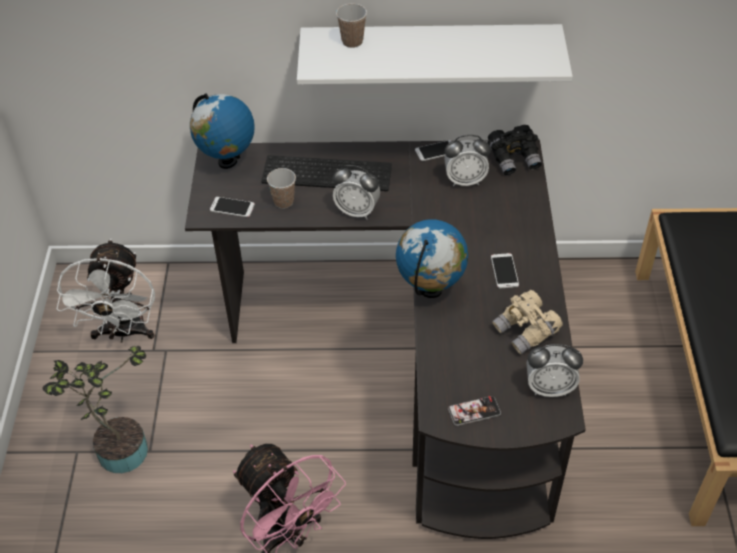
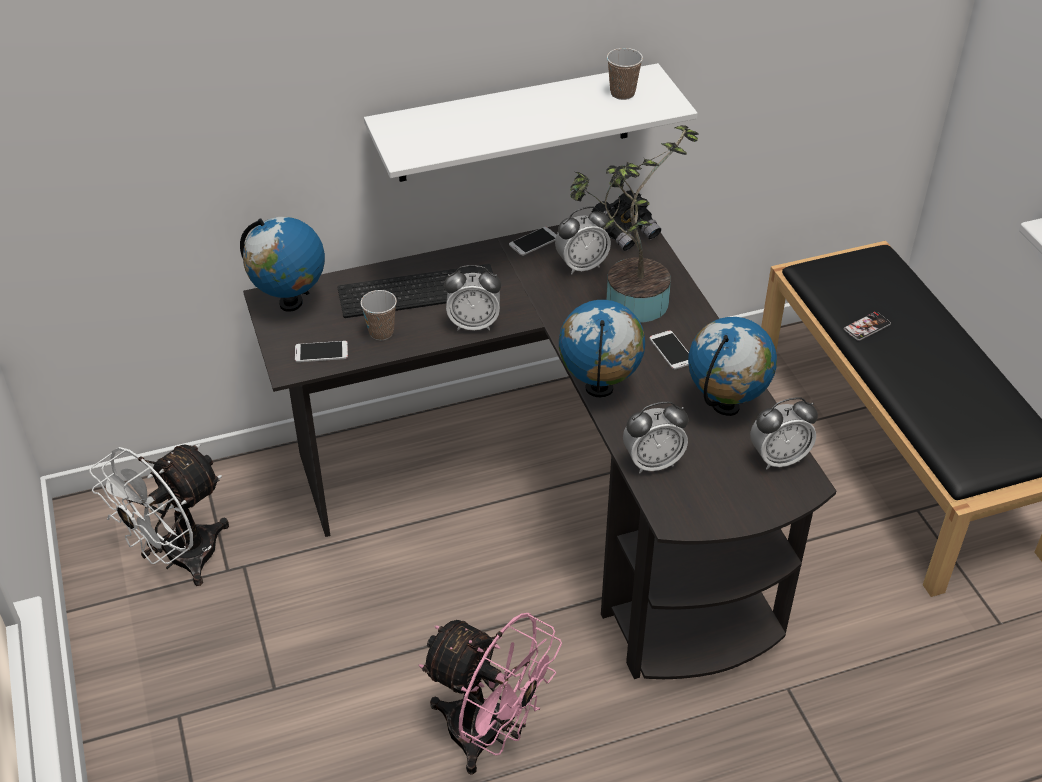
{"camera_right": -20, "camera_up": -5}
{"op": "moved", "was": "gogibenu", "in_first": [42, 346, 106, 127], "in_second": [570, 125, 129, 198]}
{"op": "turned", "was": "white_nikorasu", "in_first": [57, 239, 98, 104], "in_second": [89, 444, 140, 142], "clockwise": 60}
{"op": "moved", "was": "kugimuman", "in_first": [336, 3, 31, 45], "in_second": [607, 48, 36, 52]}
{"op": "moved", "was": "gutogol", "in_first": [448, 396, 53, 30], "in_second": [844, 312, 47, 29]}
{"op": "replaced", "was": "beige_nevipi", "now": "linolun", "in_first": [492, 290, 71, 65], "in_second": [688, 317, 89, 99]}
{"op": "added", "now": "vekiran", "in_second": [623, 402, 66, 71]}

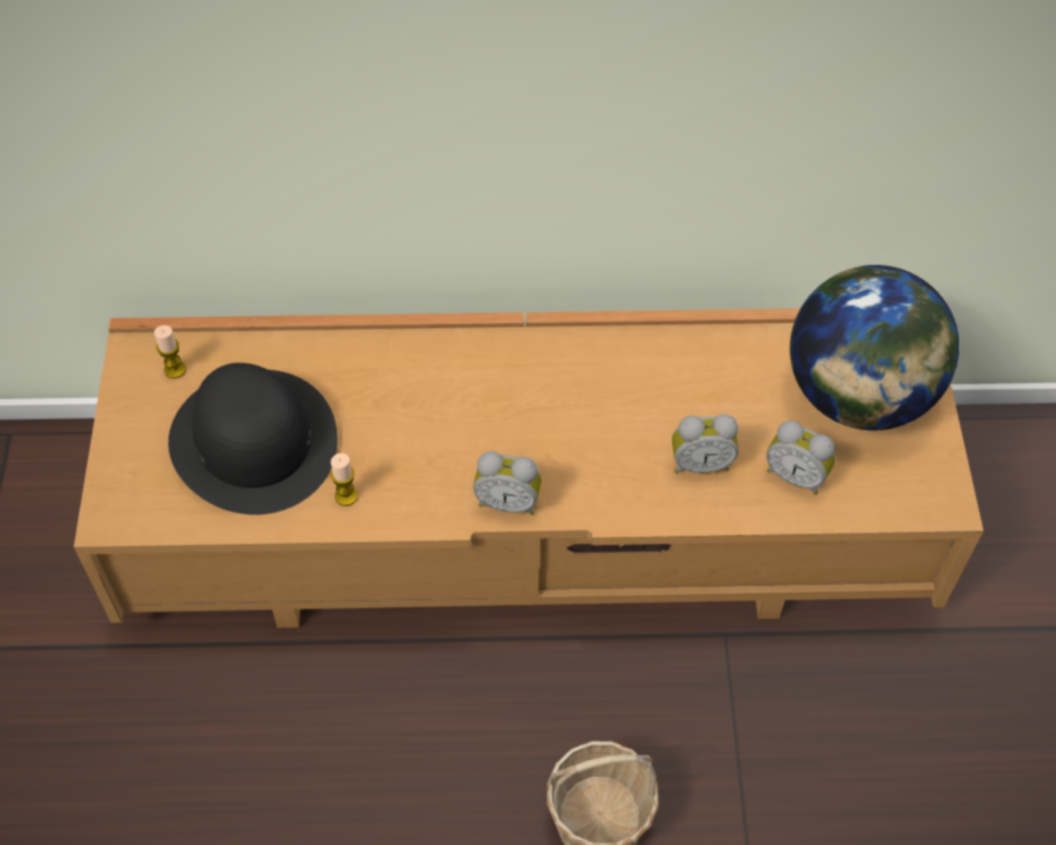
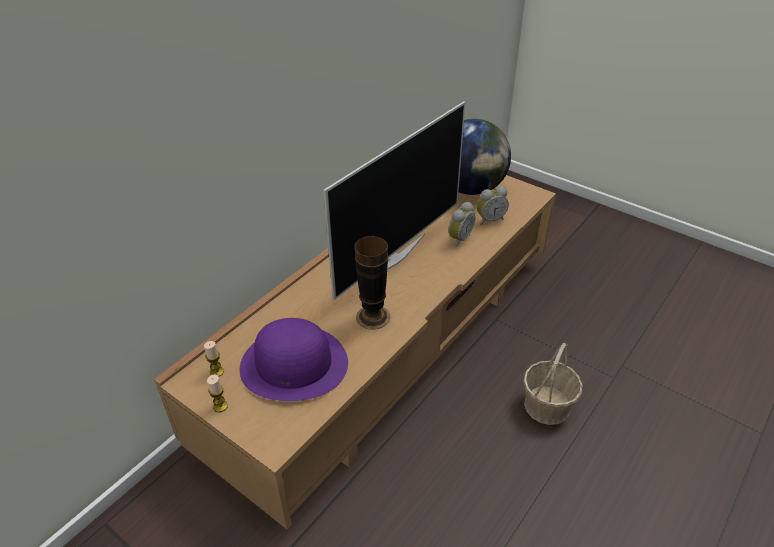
{"camera_right": -50, "camera_up": -15}
{"op": "recoloured", "was": "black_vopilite", "now": "purple_vopilite", "in_first": [168, 363, 170, 152], "in_second": [240, 318, 108, 83]}
{"op": "moved", "was": "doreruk", "in_first": [331, 453, 27, 53], "in_second": [207, 375, 21, 37]}
{"op": "removed", "was": "vekiran", "in_first": [473, 451, 68, 64]}
{"op": "added", "now": "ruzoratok", "in_second": [323, 101, 142, 199]}
{"op": "added", "now": "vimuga", "in_second": [355, 236, 35, 94]}

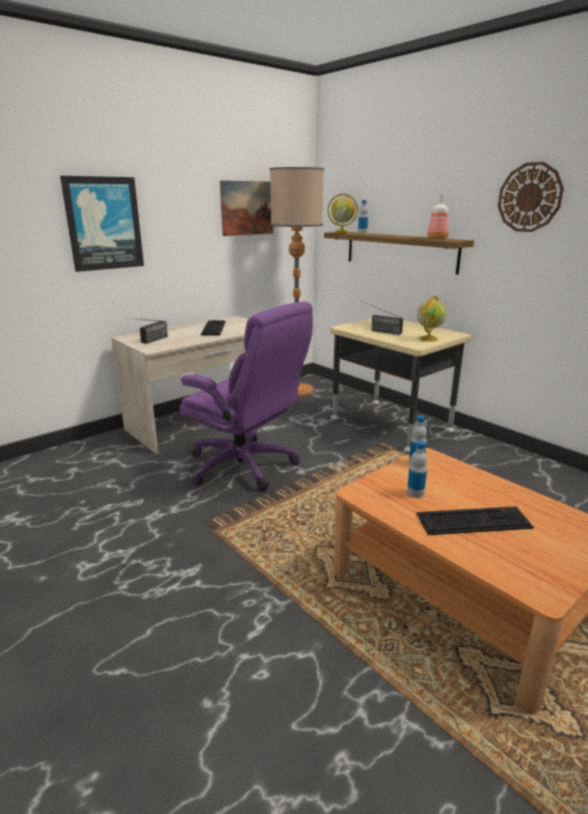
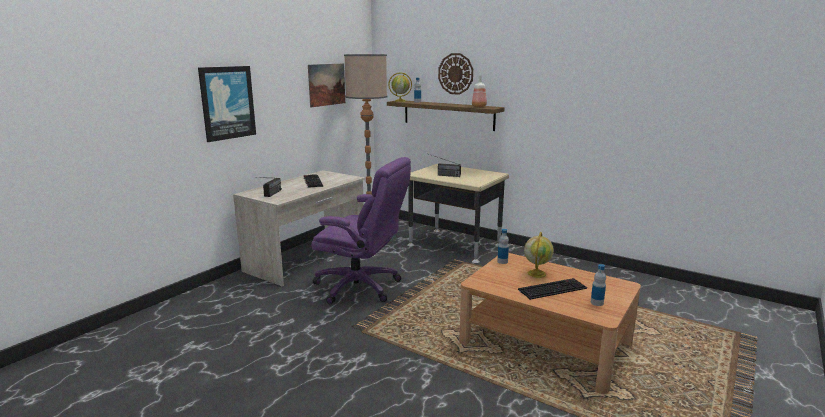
{"camera_right": -15, "camera_up": -5}
{"op": "moved", "was": "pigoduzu", "in_first": [407, 441, 20, 57], "in_second": [591, 264, 15, 42]}
{"op": "moved", "was": "linolun", "in_first": [417, 295, 30, 46], "in_second": [524, 232, 30, 46]}
{"op": "moved", "was": "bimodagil", "in_first": [498, 162, 66, 70], "in_second": [438, 53, 35, 42]}

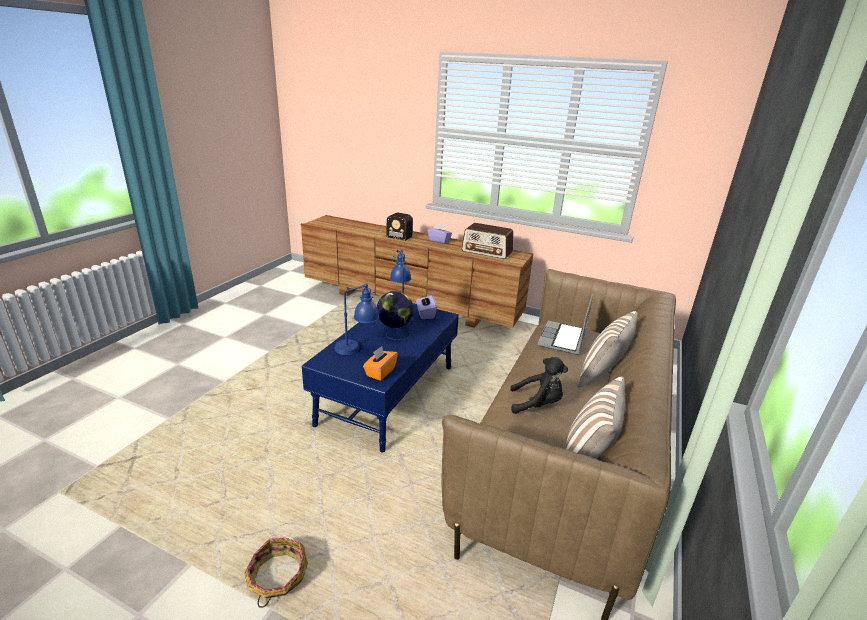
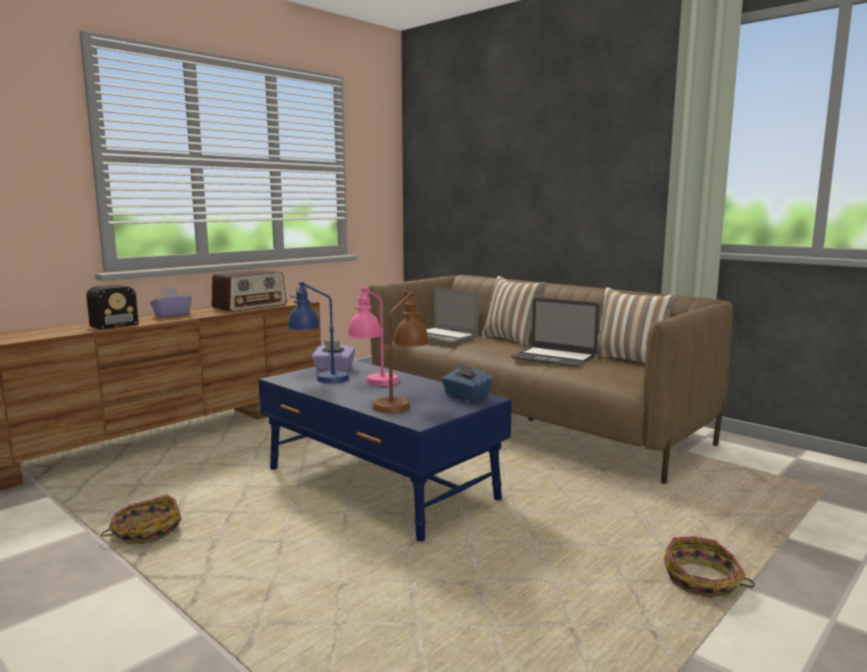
{"camera_right": -70, "camera_up": -15}
{"op": "recoloured", "was": "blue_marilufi", "now": "brown_marilufi", "in_first": [334, 283, 45, 72], "in_second": [372, 291, 57, 122]}
{"op": "recoloured", "was": "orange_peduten", "now": "blue_peduten", "in_first": [363, 346, 35, 35], "in_second": [441, 362, 51, 40]}
{"op": "replaced", "was": "linolun", "now": "pink_marilufi", "in_first": [377, 291, 37, 49], "in_second": [347, 286, 52, 100]}
{"op": "replaced", "was": "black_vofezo", "now": "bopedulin", "in_first": [510, 357, 58, 57], "in_second": [511, 298, 88, 69]}
{"op": "added", "now": "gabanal", "in_second": [100, 495, 82, 48]}

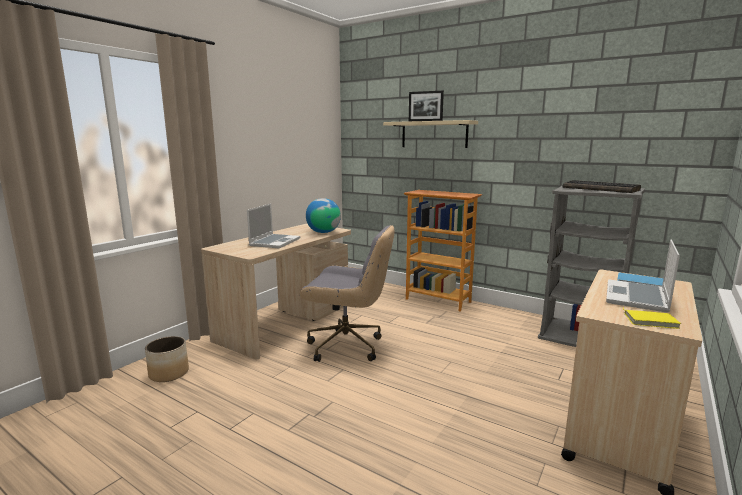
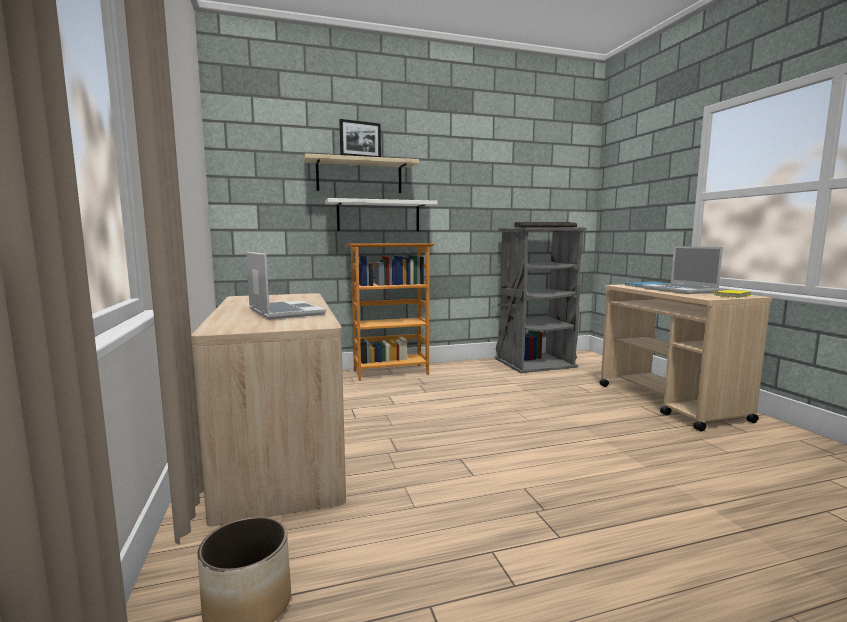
{"camera_right": -50, "camera_up": -5}
{"op": "removed", "was": "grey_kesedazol", "in_first": [300, 225, 95, 137]}
{"op": "removed", "was": "linolun", "in_first": [306, 198, 35, 35]}
{"op": "added", "now": "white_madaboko", "in_second": [325, 198, 113, 33]}

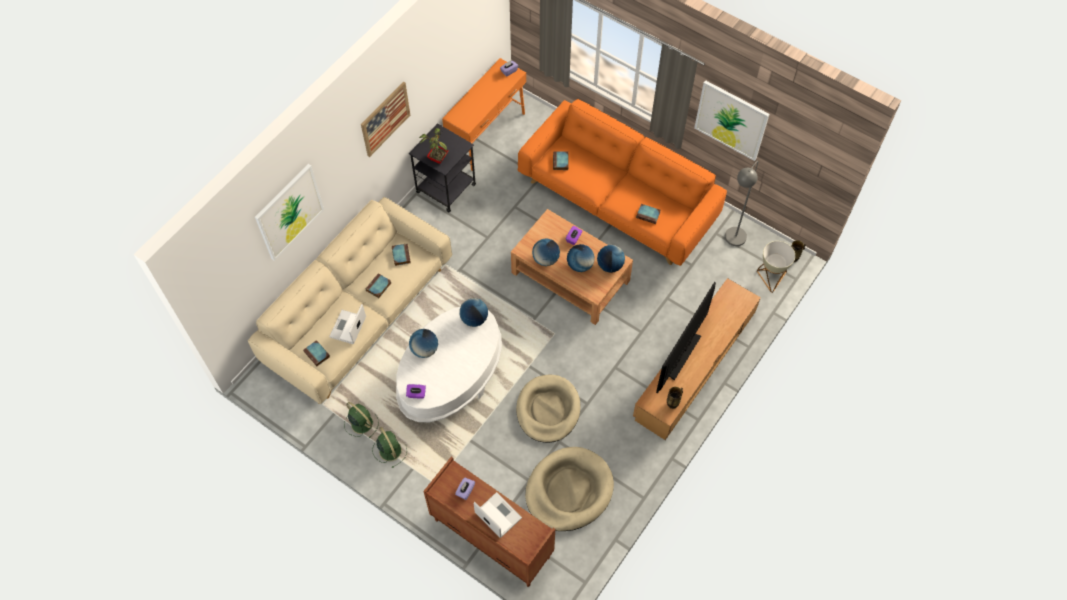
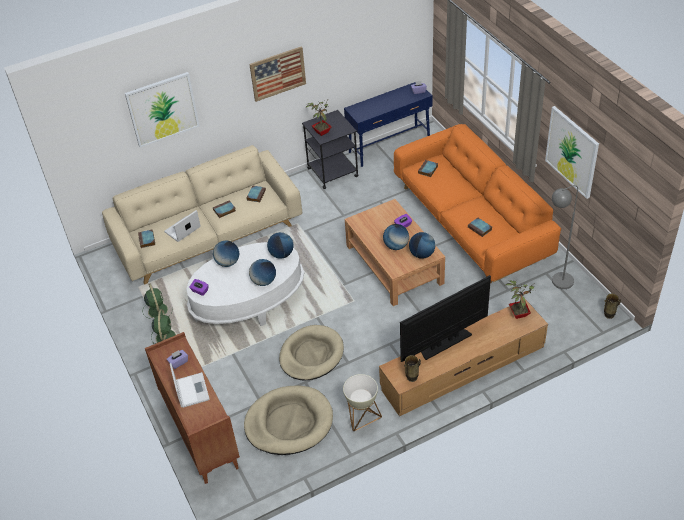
{"camera_right": 30, "camera_up": -15}
{"op": "recoloured", "was": "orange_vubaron", "now": "blue_vubaron", "in_first": [442, 58, 84, 113], "in_second": [344, 82, 89, 85]}
{"op": "moved", "was": "linolun", "in_first": [532, 238, 28, 28], "in_second": [249, 259, 27, 27]}
{"op": "moved", "was": "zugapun", "in_first": [757, 241, 38, 52], "in_second": [343, 374, 39, 57]}
{"op": "added", "now": "gogibenu", "in_second": [506, 280, 29, 39]}

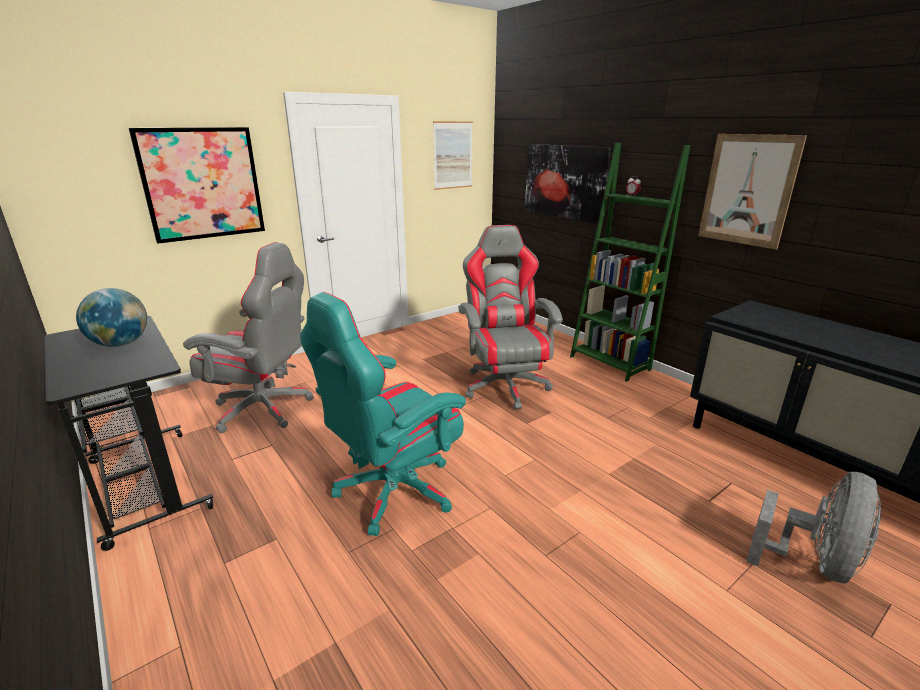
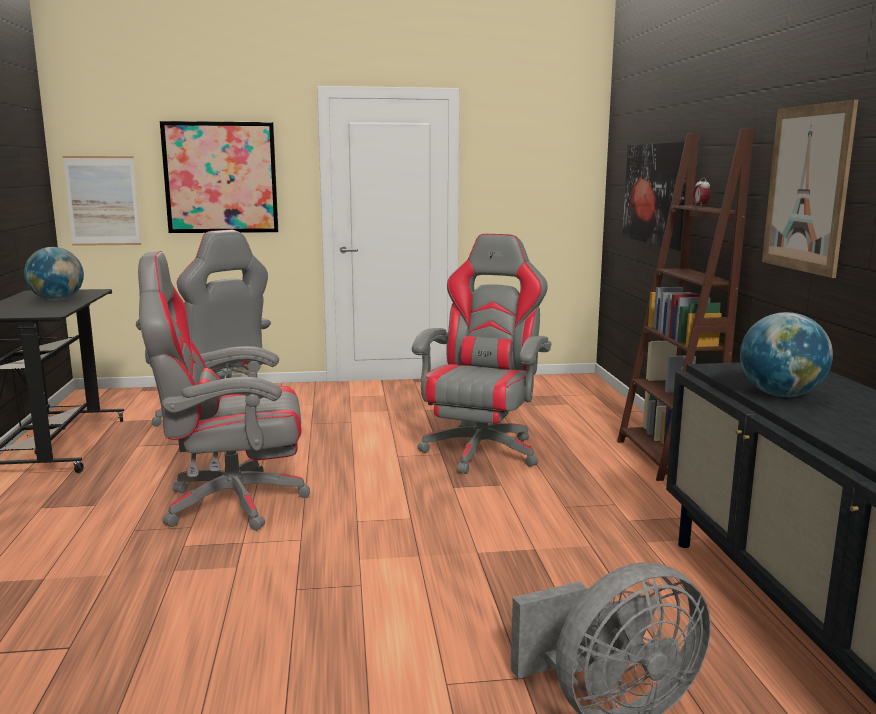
{"camera_right": 30, "camera_up": -10}
{"op": "recoloured", "was": "turquoise_kesedazol", "now": "grey_kesedazol", "in_first": [300, 292, 166, 244], "in_second": [138, 251, 172, 280]}
{"op": "moved", "was": "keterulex", "in_first": [433, 121, 40, 69], "in_second": [63, 156, 78, 90]}
{"op": "recoloured", "was": "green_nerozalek", "now": "brown_nerozalek", "in_first": [570, 143, 120, 239], "in_second": [617, 128, 137, 353]}
{"op": "added", "now": "linolun", "in_second": [740, 312, 93, 85]}

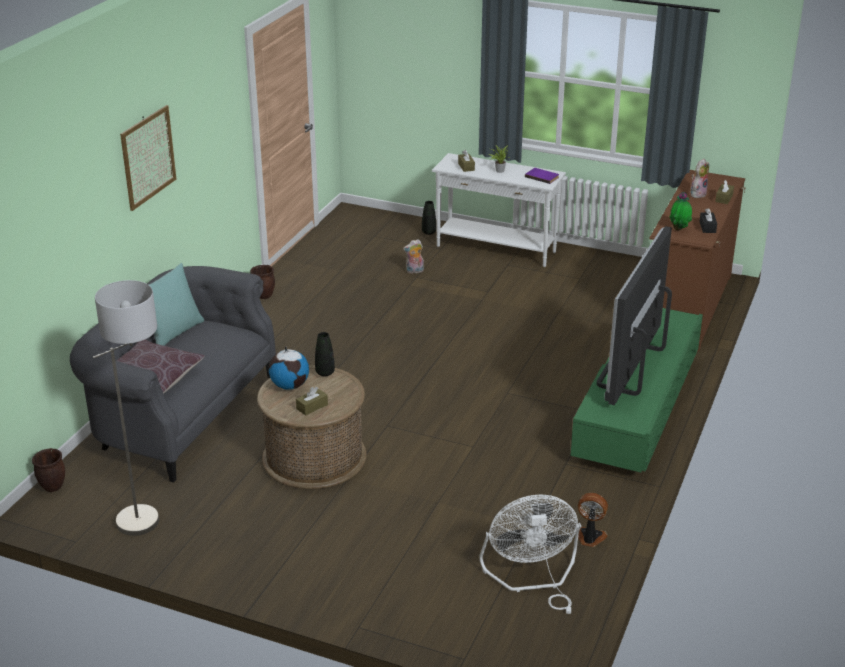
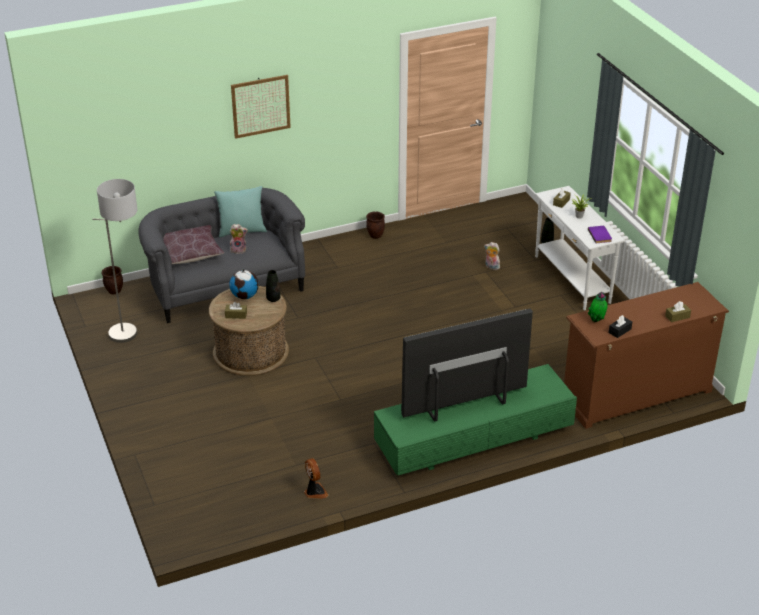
{"camera_right": 45, "camera_up": 5}
{"op": "removed", "was": "white_nikorasu", "in_first": [479, 495, 102, 119]}
{"op": "moved", "was": "vofezo", "in_first": [690, 159, 19, 39], "in_second": [230, 224, 18, 30]}

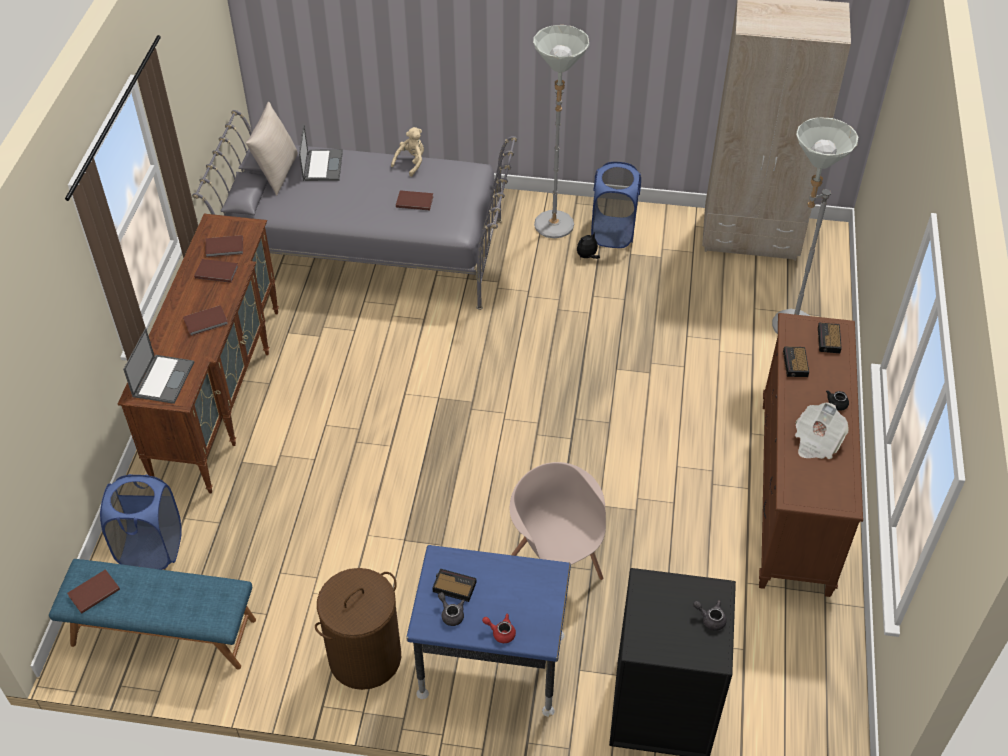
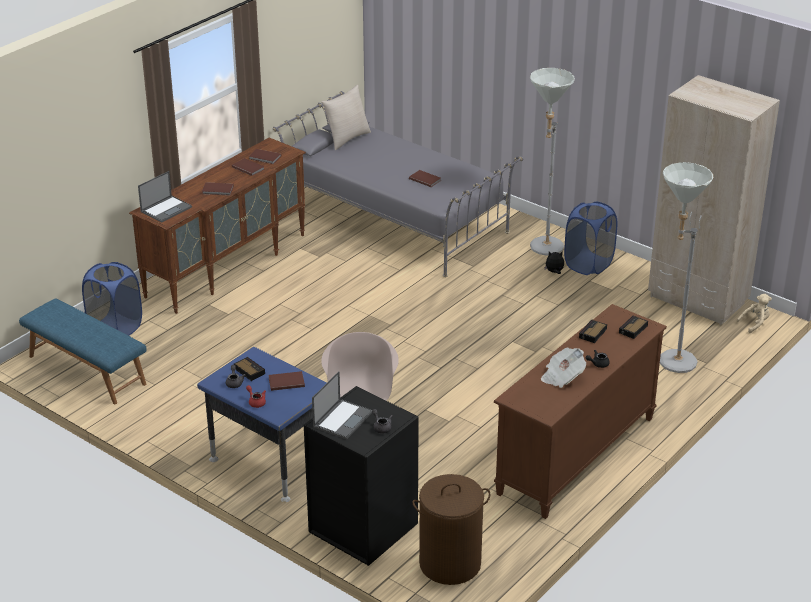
{"camera_right": 30, "camera_up": -15}
{"op": "moved", "was": "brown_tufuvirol", "in_first": [67, 569, 53, 45], "in_second": [269, 371, 36, 20]}
{"op": "moved", "was": "bopedulin", "in_first": [299, 124, 44, 57], "in_second": [312, 371, 60, 69]}
{"op": "moved", "was": "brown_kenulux", "in_first": [315, 568, 86, 122], "in_second": [412, 474, 78, 111]}
{"op": "moved", "was": "beige_vofezo", "in_first": [391, 127, 33, 50], "in_second": [736, 294, 36, 39]}

